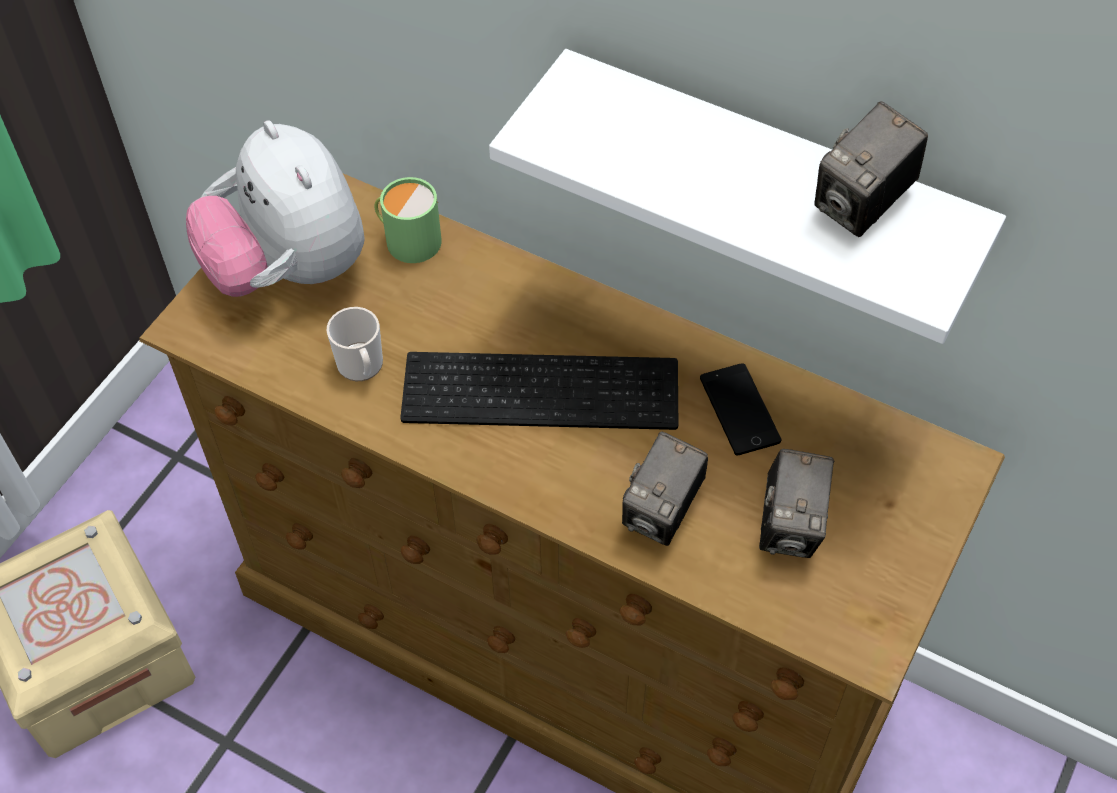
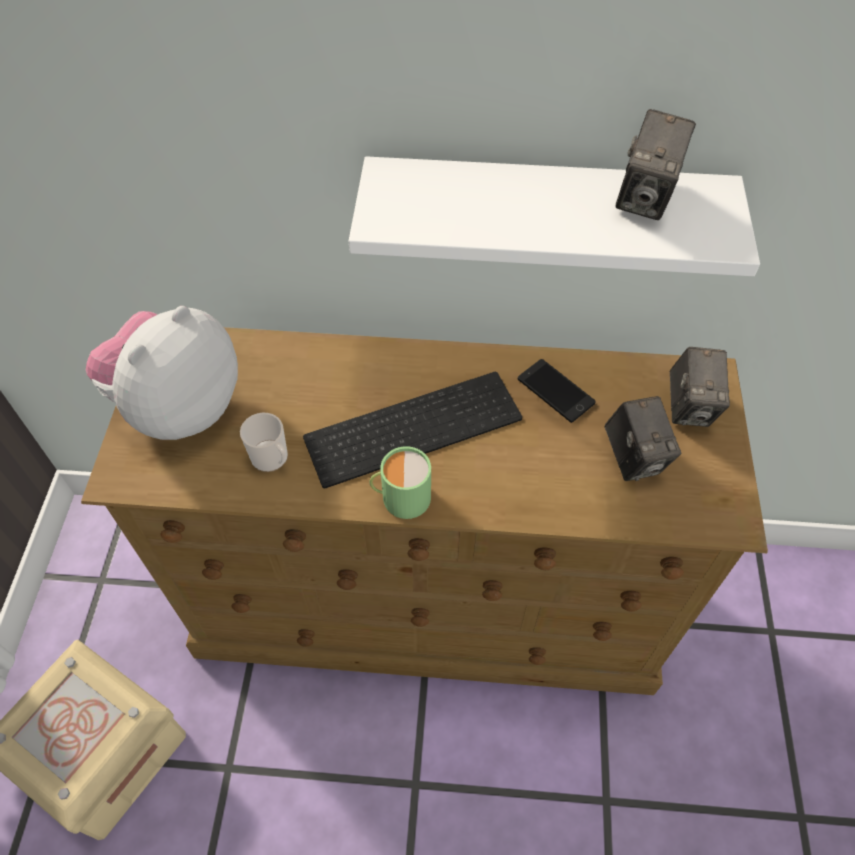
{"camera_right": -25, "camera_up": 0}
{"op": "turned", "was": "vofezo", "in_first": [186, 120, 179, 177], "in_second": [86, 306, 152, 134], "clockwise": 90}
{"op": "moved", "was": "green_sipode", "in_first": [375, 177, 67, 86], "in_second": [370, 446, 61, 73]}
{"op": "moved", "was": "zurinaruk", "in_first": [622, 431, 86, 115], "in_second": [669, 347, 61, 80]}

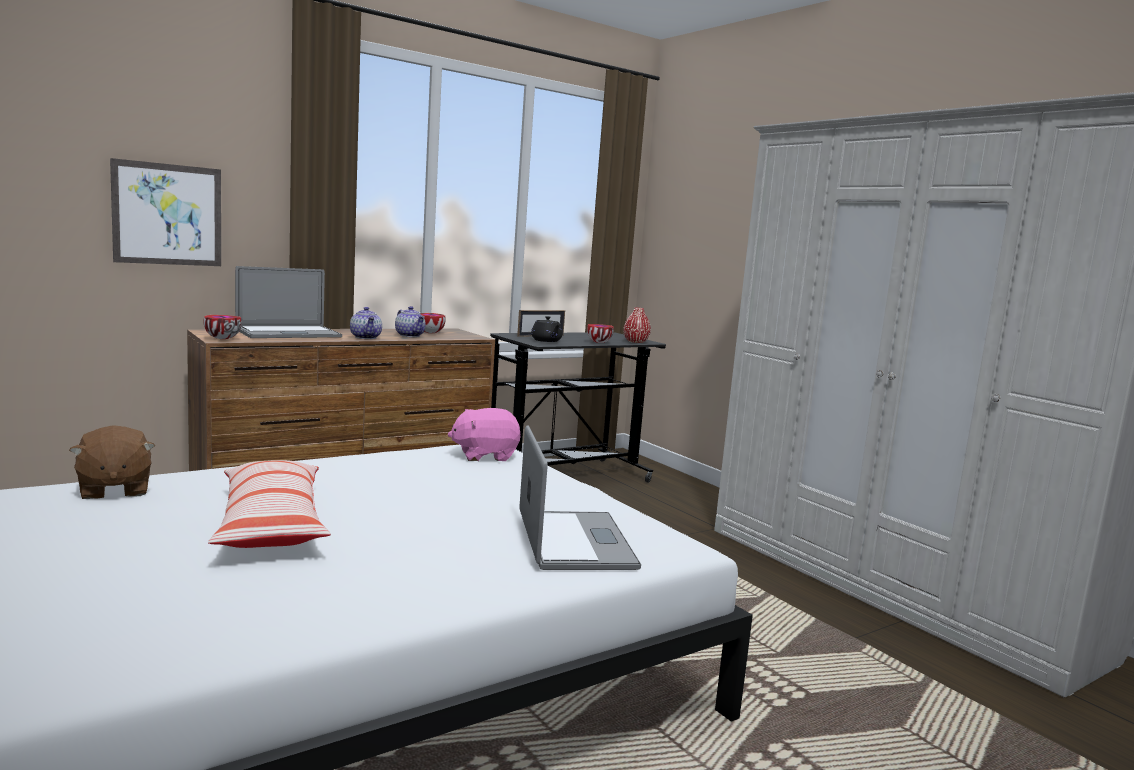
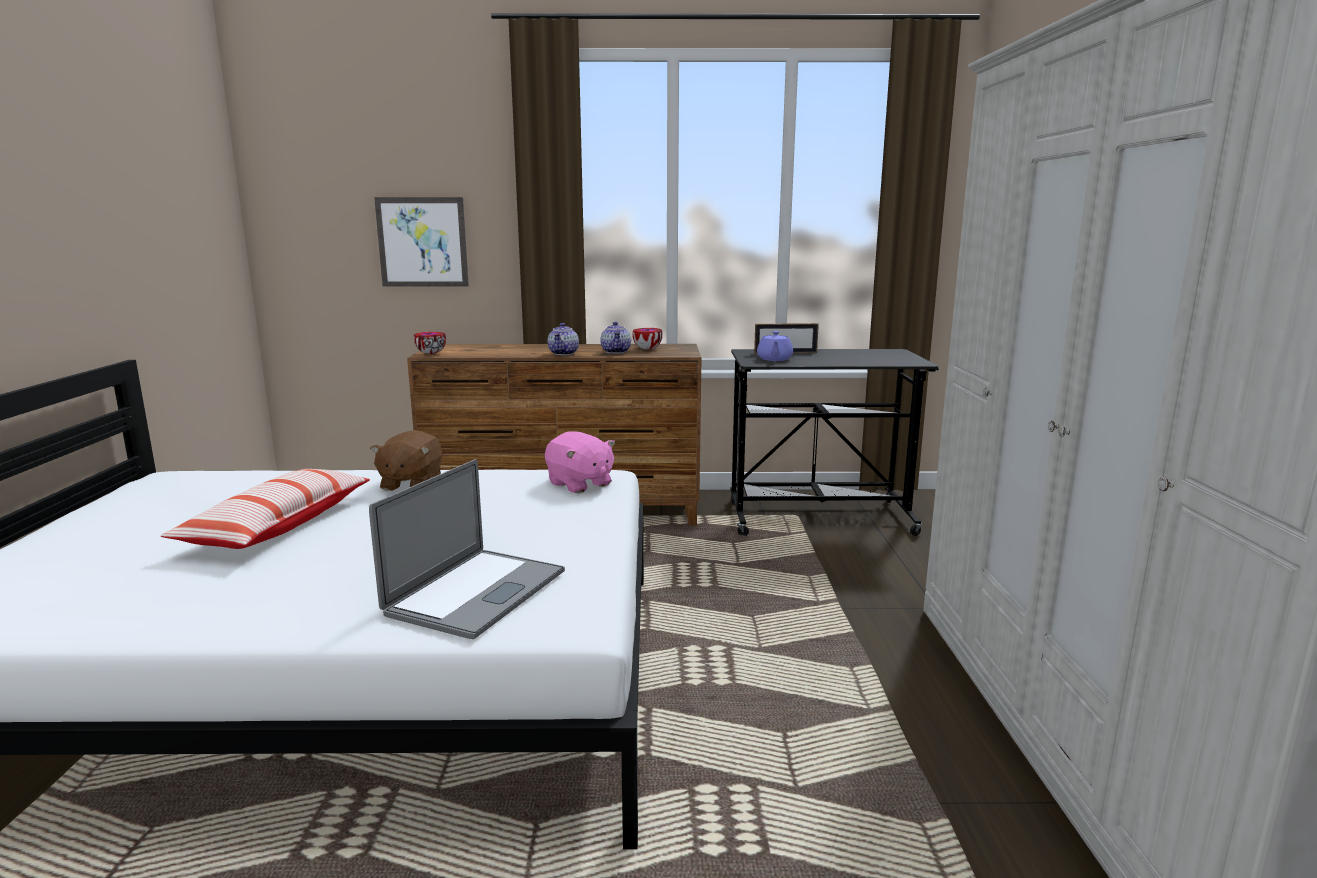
{"camera_right": 35, "camera_up": 5}
{"op": "moved", "was": "brown_vofezo", "in_first": [69, 425, 86, 74], "in_second": [370, 430, 72, 61]}
{"op": "removed", "was": "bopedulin", "in_first": [235, 266, 107, 72]}
{"op": "turned", "was": "pink_vofezo", "in_first": [448, 408, 73, 53], "in_second": [545, 431, 70, 62], "clockwise": -150}
{"op": "recoloured", "was": "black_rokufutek", "now": "purple_rokufutek", "in_first": [531, 316, 32, 26], "in_second": [757, 331, 36, 30]}
{"op": "removed", "was": "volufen", "in_first": [587, 324, 27, 19]}
{"op": "removed", "was": "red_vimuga", "in_first": [623, 308, 28, 35]}

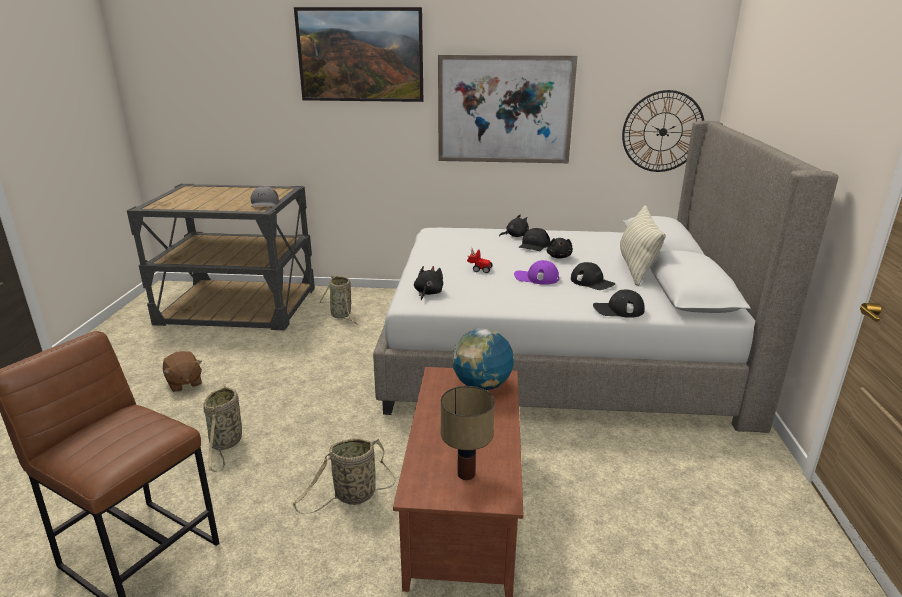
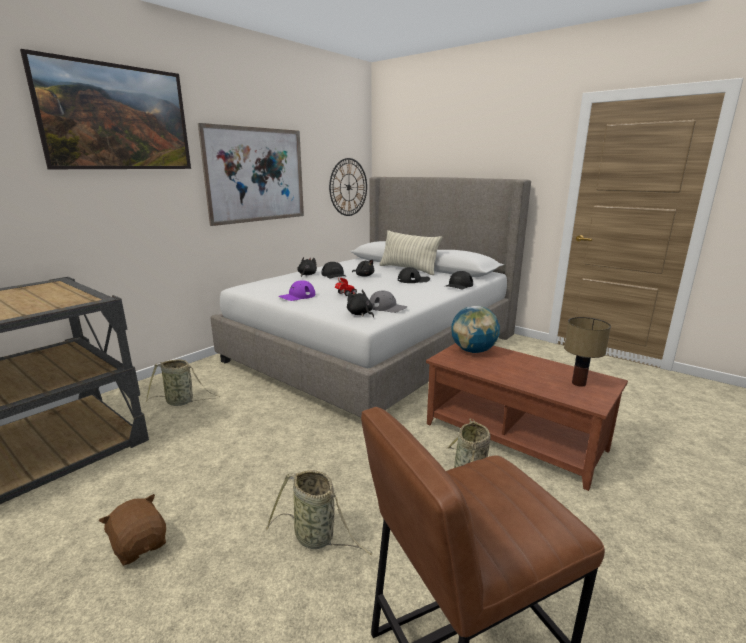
{"camera_right": -55, "camera_up": -5}
{"op": "turned", "was": "brown_vofezo", "in_first": [163, 351, 39, 41], "in_second": [99, 494, 67, 72], "clockwise": -135}
{"op": "moved", "was": "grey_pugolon", "in_first": [251, 186, 28, 21], "in_second": [370, 290, 38, 23]}
{"op": "moved", "was": "purple_pugolon", "in_first": [514, 260, 45, 25], "in_second": [279, 280, 36, 21]}

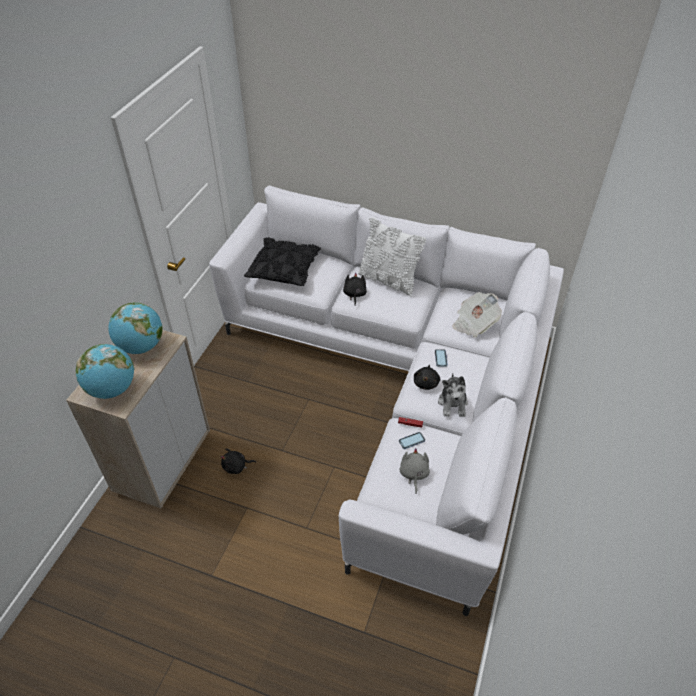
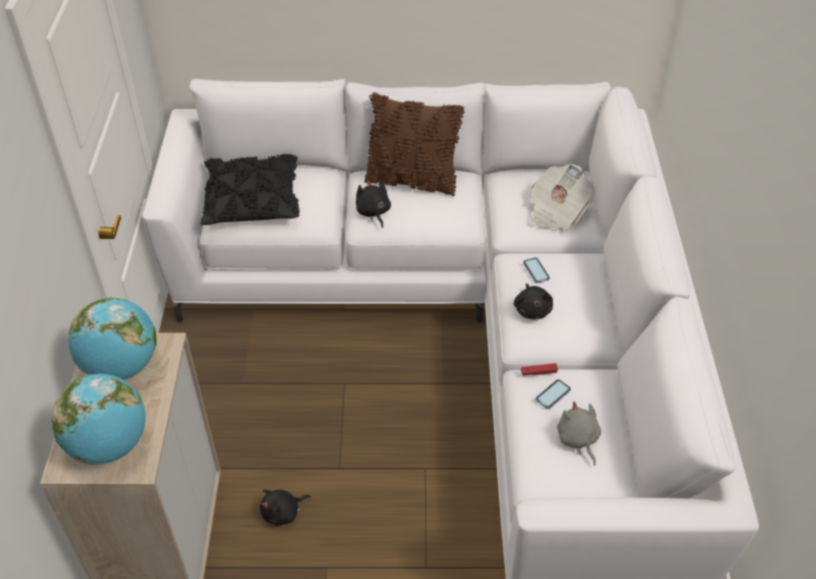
{"camera_right": -20, "camera_up": 0}
{"op": "recoloured", "was": "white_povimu", "now": "brown_povimu", "in_first": [358, 217, 68, 80], "in_second": [364, 92, 101, 104]}
{"op": "removed", "was": "vofezo", "in_first": [438, 374, 30, 43]}

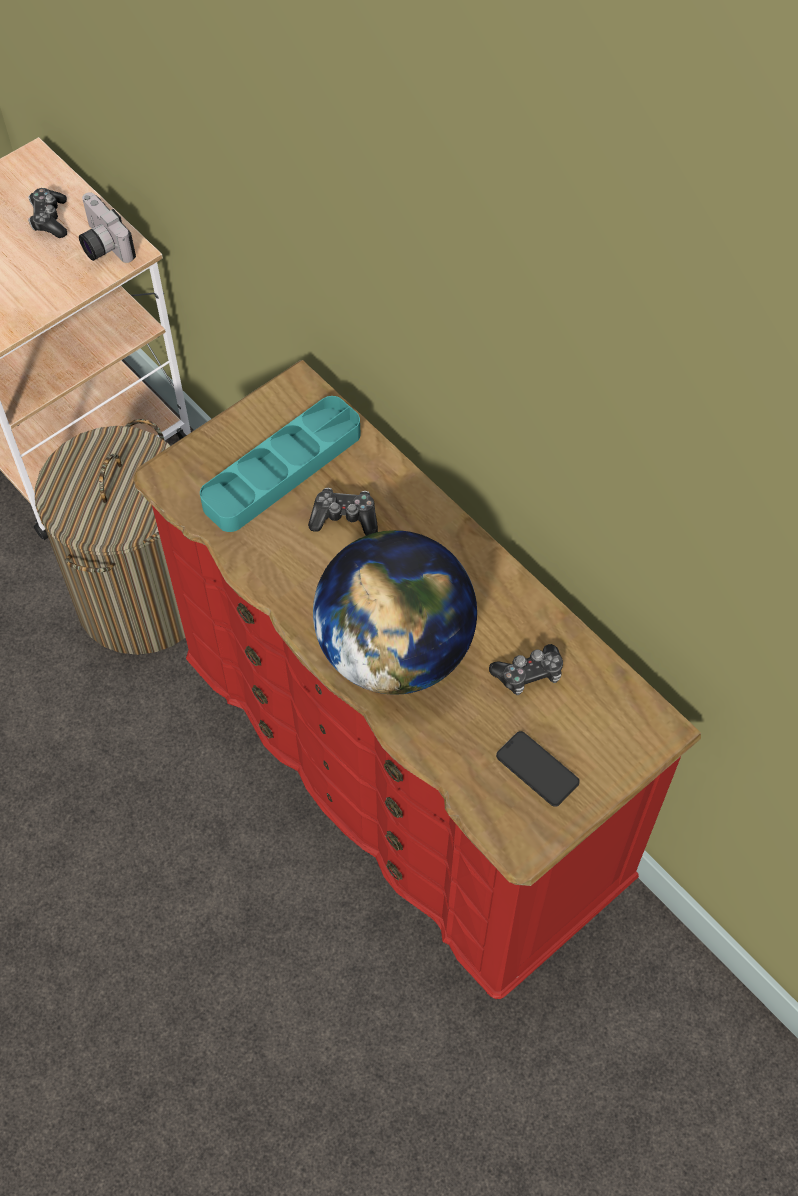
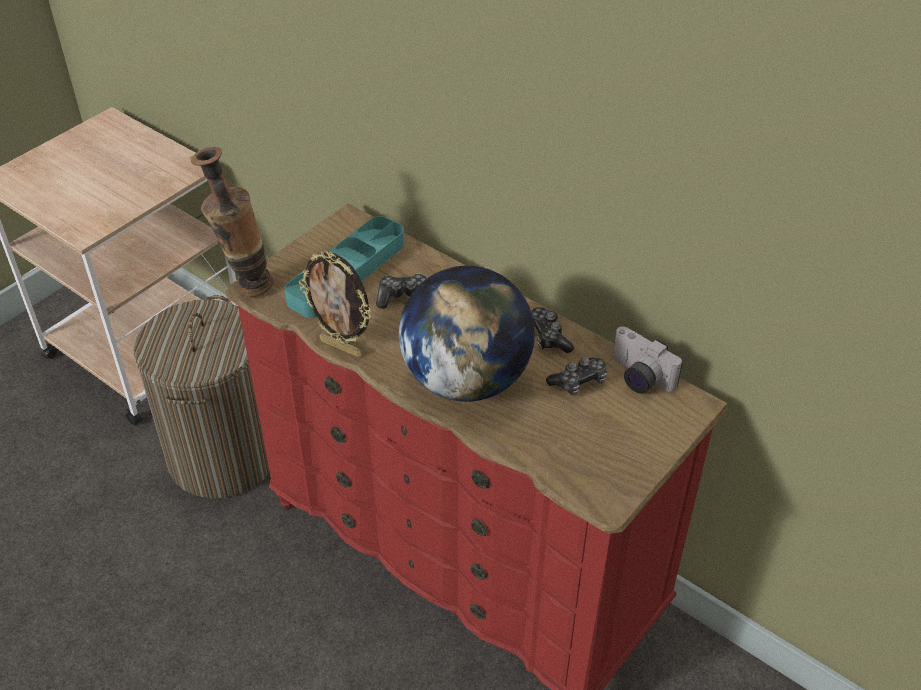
{"camera_right": -10, "camera_up": -15}
{"op": "moved", "was": "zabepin", "in_first": [28, 188, 39, 50], "in_second": [531, 307, 43, 46]}
{"op": "moved", "was": "zurinaruk", "in_first": [79, 192, 57, 71], "in_second": [613, 326, 69, 68]}
{"op": "removed", "was": "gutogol", "in_first": [496, 731, 84, 76]}
{"op": "added", "now": "vimuga", "in_second": [190, 147, 84, 150]}
{"op": "added", "now": "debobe", "in_second": [299, 251, 73, 106]}

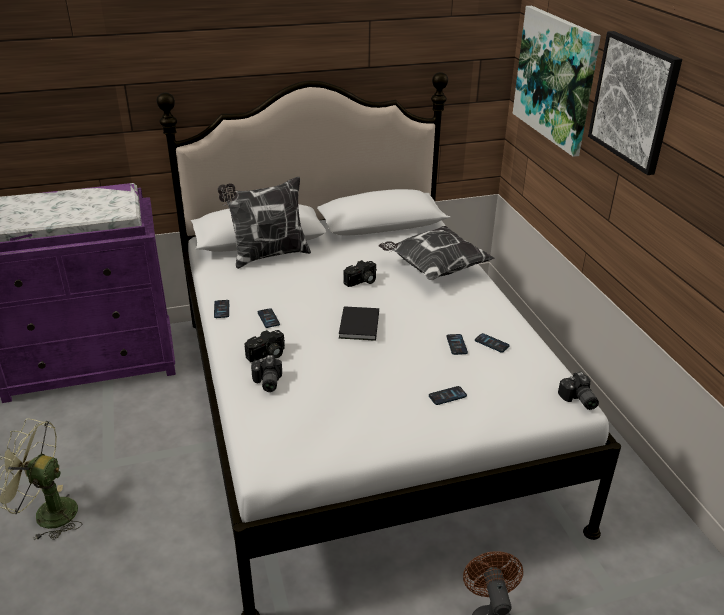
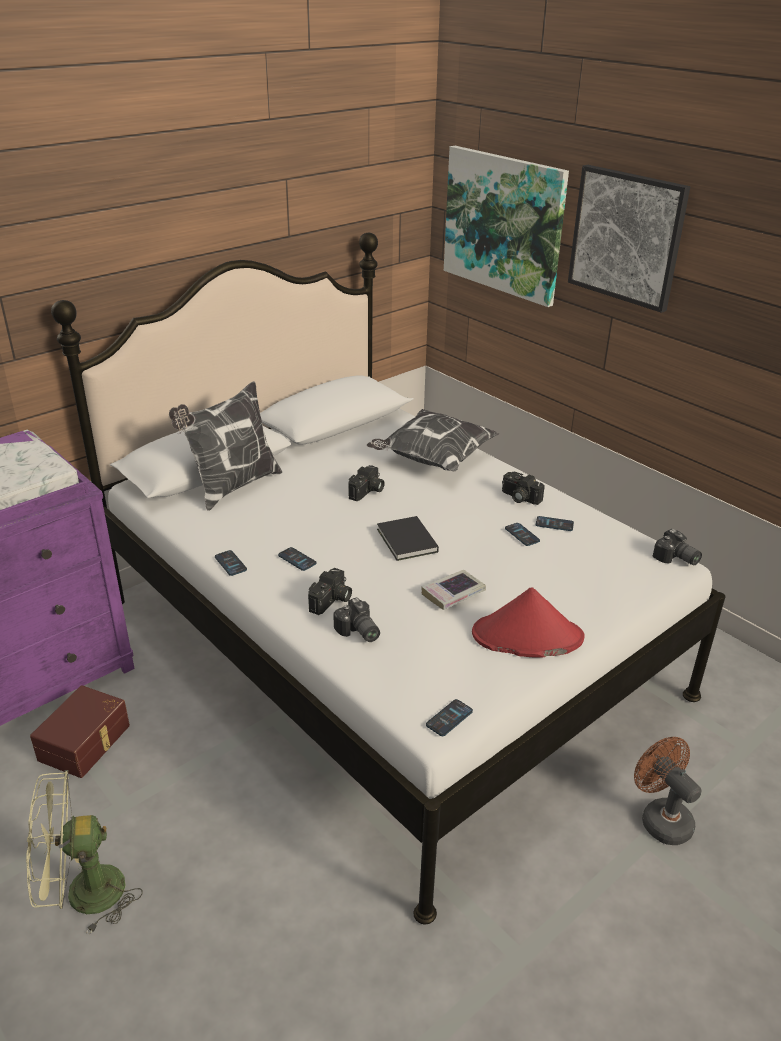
{"camera_right": -25, "camera_up": 0}
{"op": "moved", "was": "gutogol", "in_first": [429, 386, 38, 19], "in_second": [426, 699, 47, 37]}
{"op": "added", "now": "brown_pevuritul", "in_second": [30, 685, 100, 93]}
{"op": "added", "now": "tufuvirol", "in_second": [422, 570, 64, 40]}
{"op": "added", "now": "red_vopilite", "in_second": [472, 587, 113, 71]}
{"op": "added", "now": "zurinaruk", "in_second": [502, 472, 43, 33]}

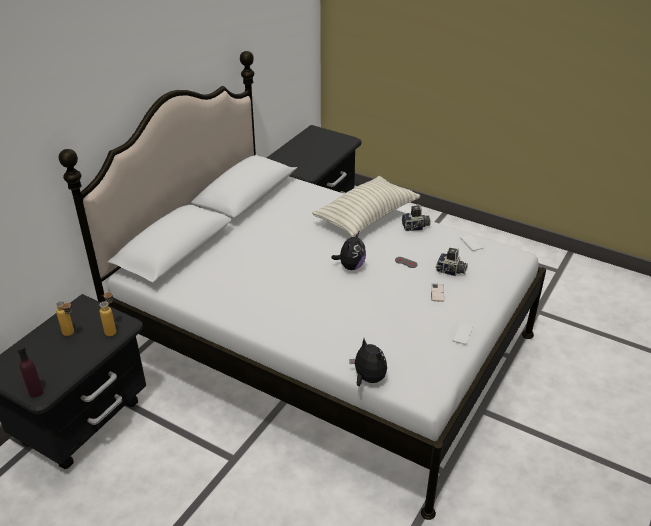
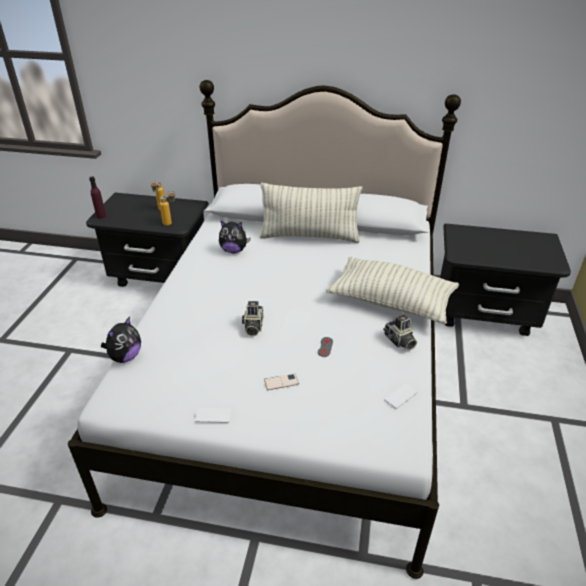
{"camera_right": 70, "camera_up": 0}
{"op": "moved", "was": "vofezo", "in_first": [331, 232, 35, 38], "in_second": [219, 220, 32, 33]}
{"op": "moved", "was": "zurinaruk", "in_first": [436, 248, 32, 28], "in_second": [242, 301, 21, 35]}
{"op": "added", "now": "povimu", "in_second": [259, 183, 104, 60]}

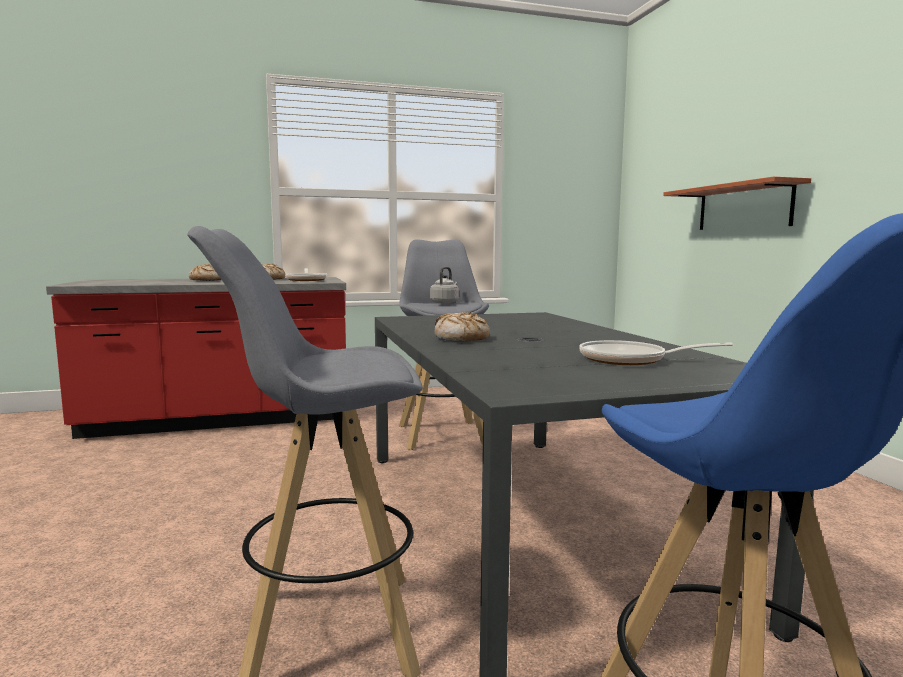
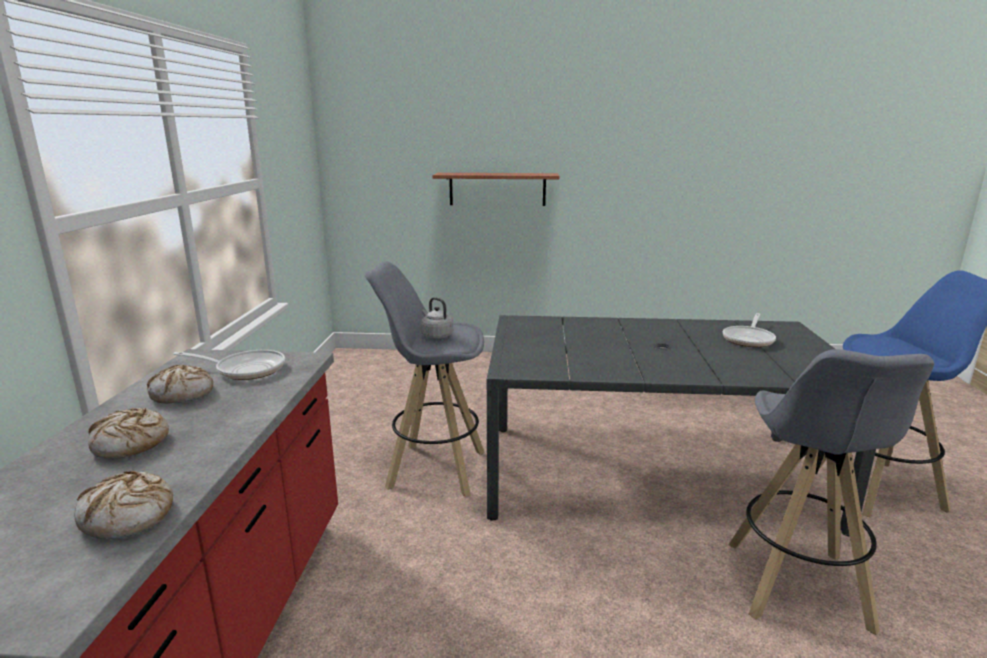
{"camera_right": -70, "camera_up": 10}
{"op": "moved", "was": "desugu", "in_first": [435, 312, 55, 30], "in_second": [74, 471, 99, 68]}

